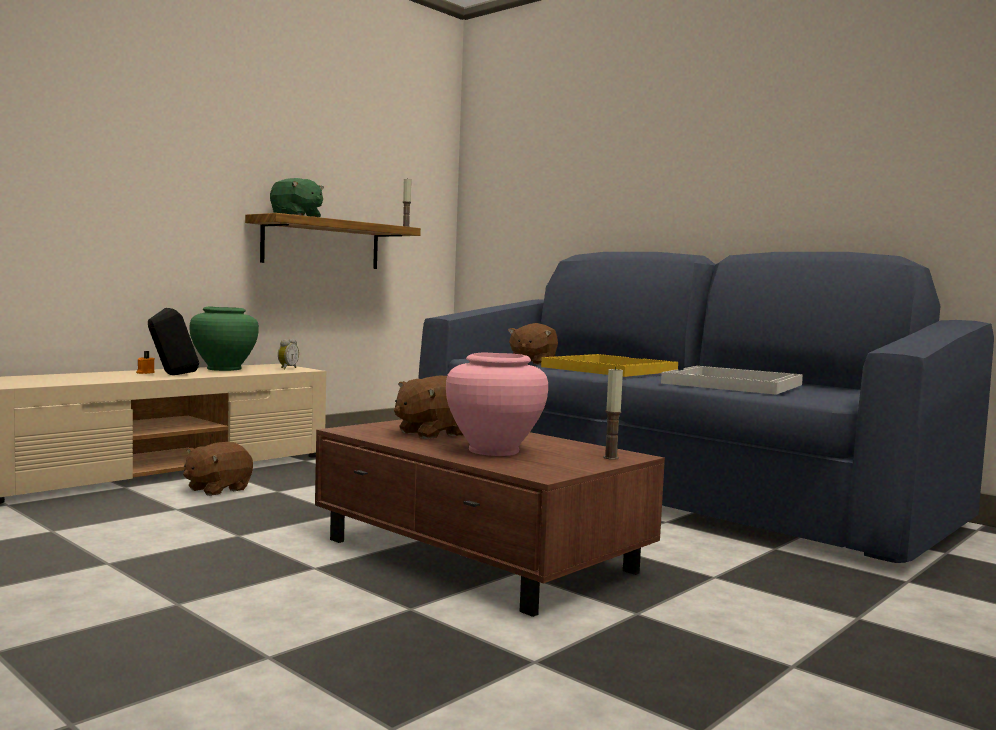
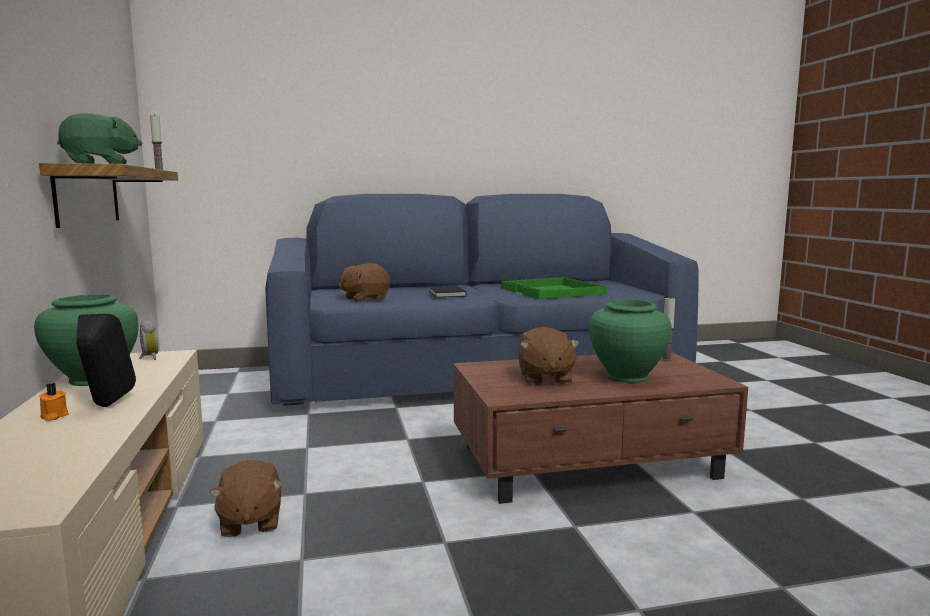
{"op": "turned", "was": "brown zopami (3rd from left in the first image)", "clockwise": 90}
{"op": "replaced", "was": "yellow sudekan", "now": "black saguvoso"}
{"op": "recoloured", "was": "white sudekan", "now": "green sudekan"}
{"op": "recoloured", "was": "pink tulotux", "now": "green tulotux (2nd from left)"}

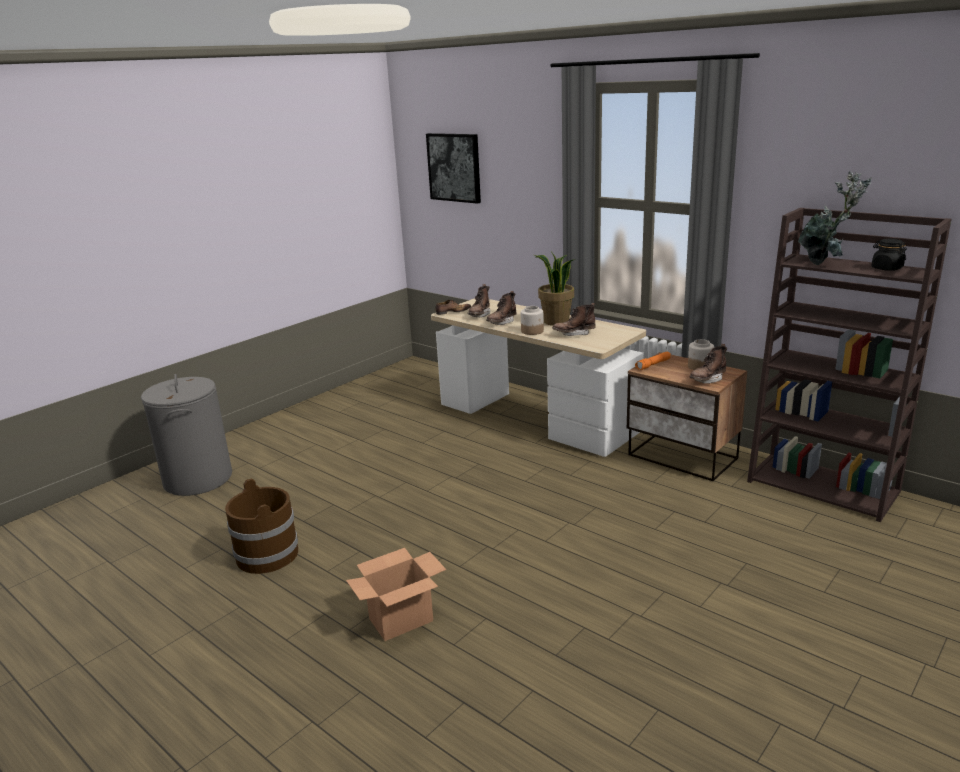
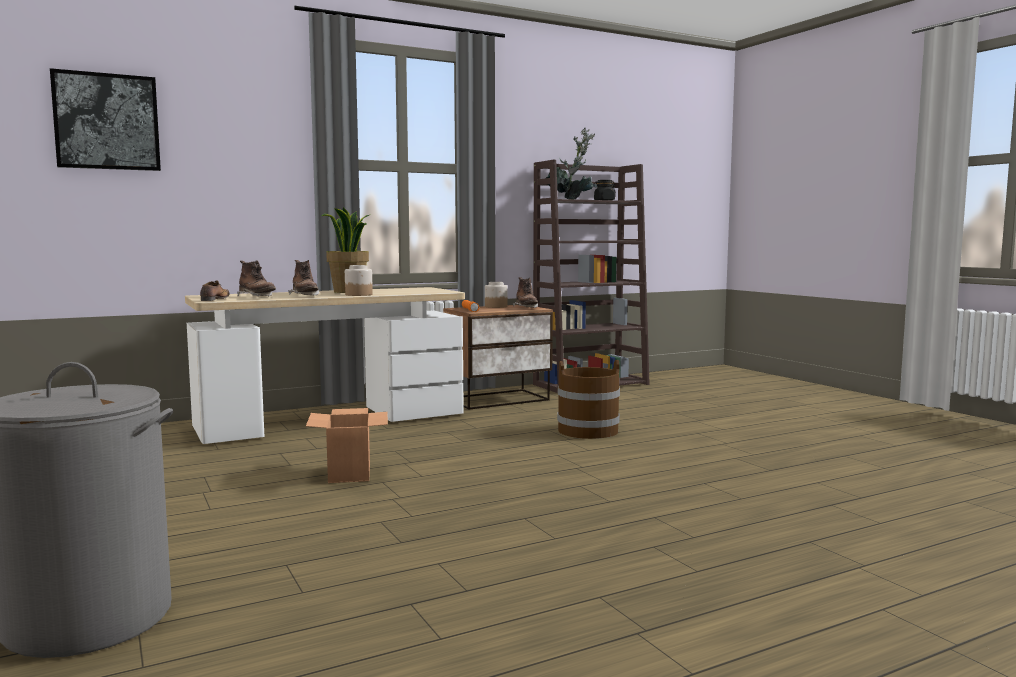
{"op": "moved", "was": "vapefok"}
{"op": "moved", "was": "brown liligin"}
{"op": "removed", "was": "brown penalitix (3rd from left)"}

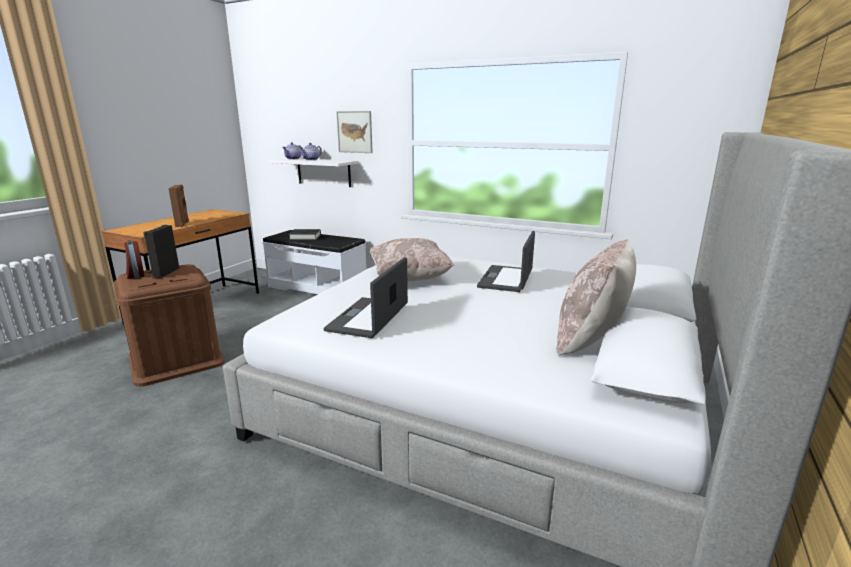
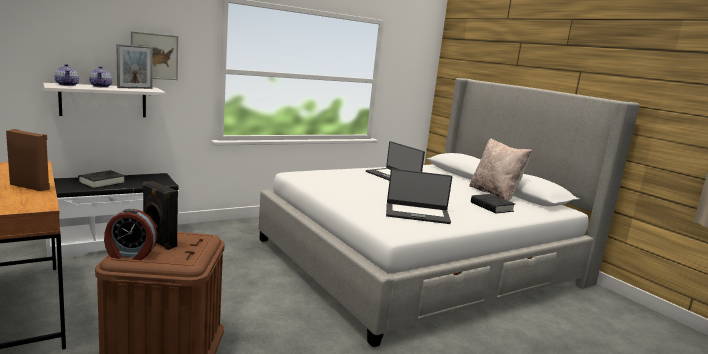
{"op": "added", "now": "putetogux"}
{"op": "turned", "was": "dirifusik (1st from left in the first image)", "clockwise": -45}
{"op": "added", "now": "black saguvoso (2nd from left)"}
{"op": "removed", "was": "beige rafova (1st from left)"}

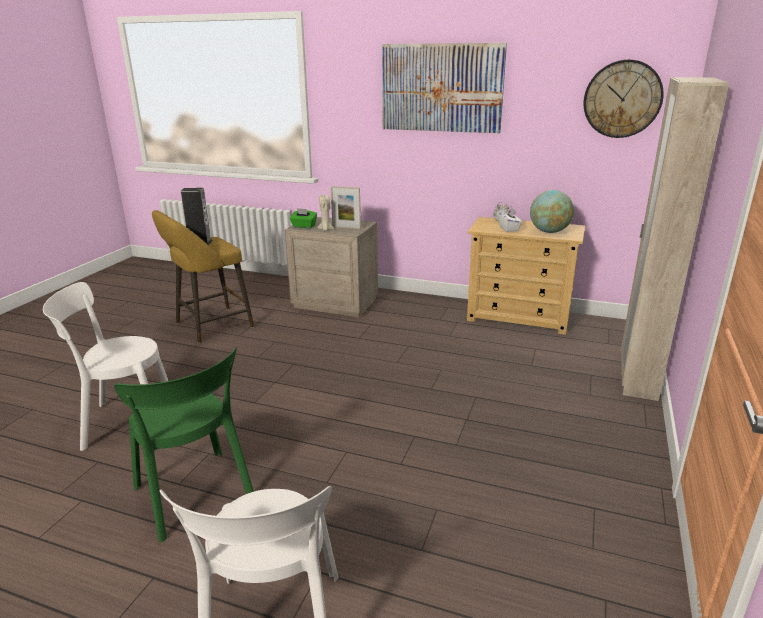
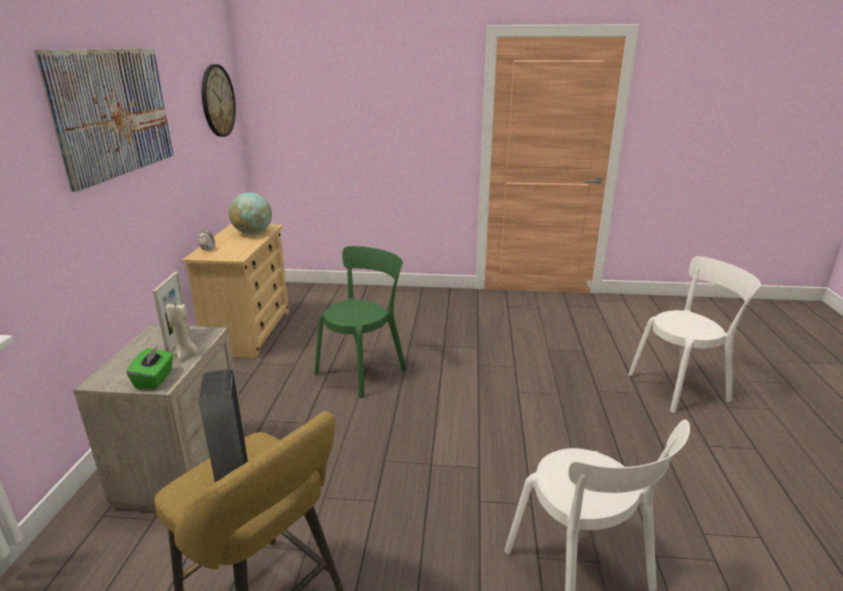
{"op": "moved", "was": "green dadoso"}
{"op": "removed", "was": "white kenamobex"}
{"op": "removed", "was": "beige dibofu"}

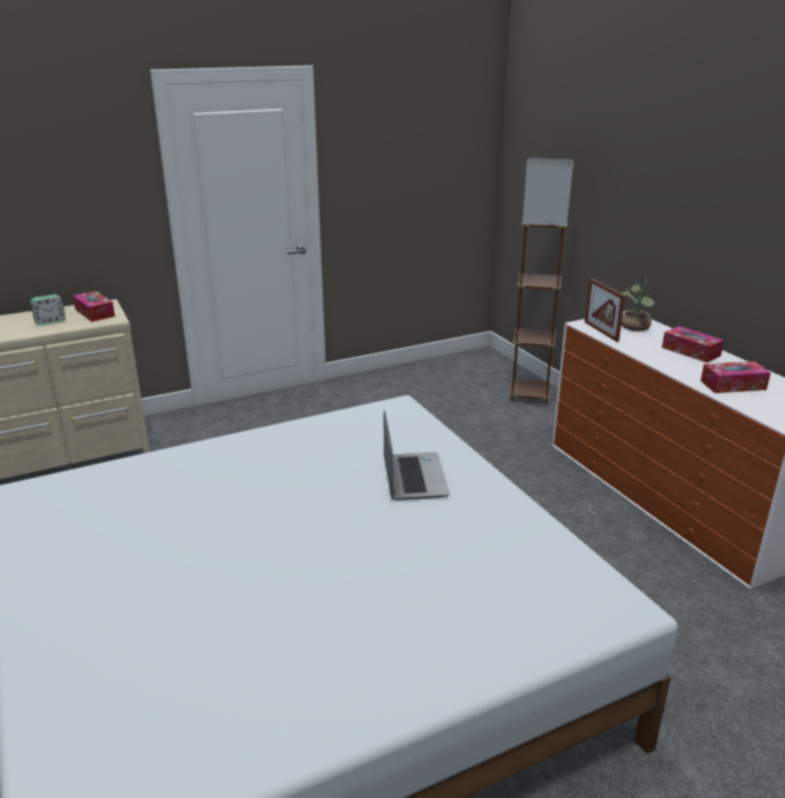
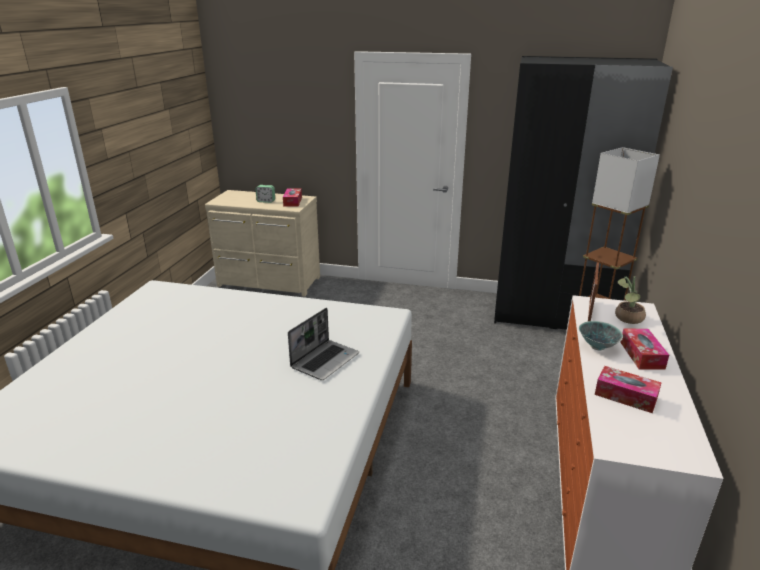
{"op": "added", "now": "black dibofu"}
{"op": "added", "now": "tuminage"}

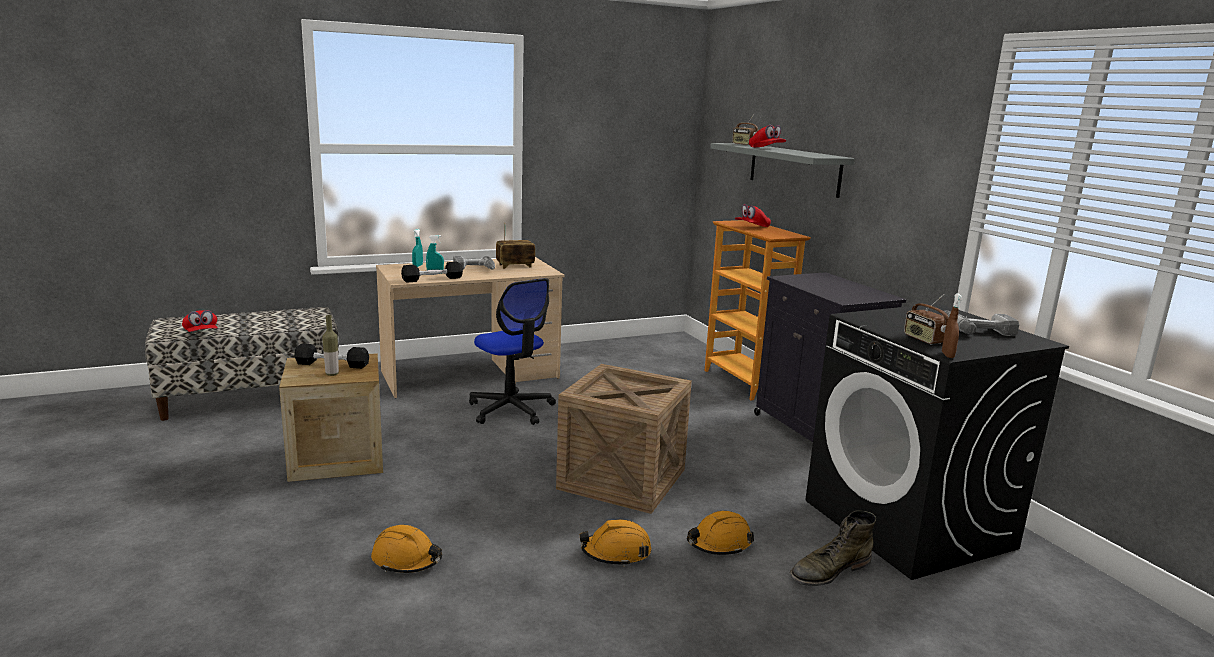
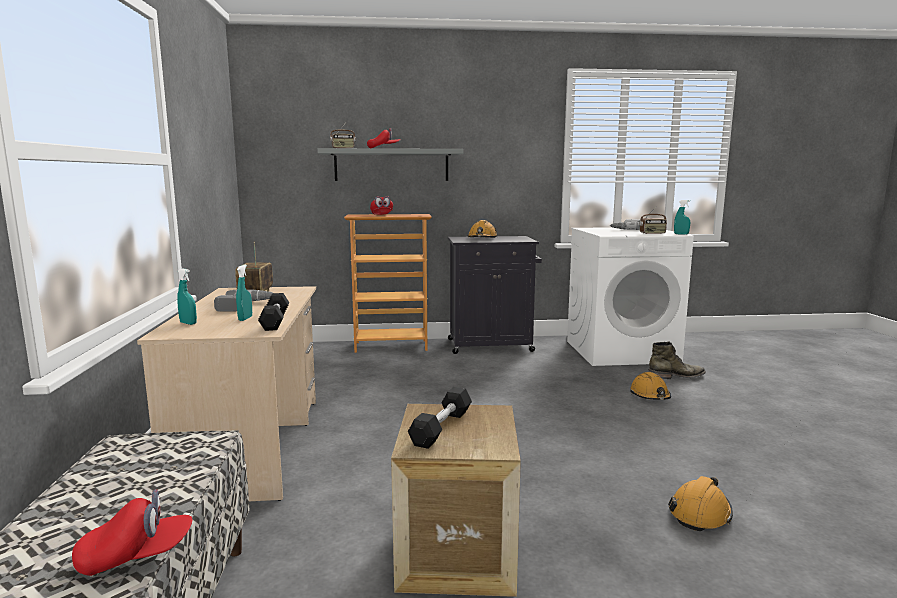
{"op": "moved", "was": "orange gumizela (2nd from left in the first image)", "now": "orange gumizela (1st from left)"}
{"op": "recoloured", "was": "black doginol", "now": "white doginol"}
{"op": "turned", "was": "green penalitix", "clockwise": -90}
{"op": "recoloured", "was": "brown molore", "now": "turquoise molore (3rd from left)"}
{"op": "removed", "was": "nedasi"}
{"op": "removed", "was": "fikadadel"}
{"op": "removed", "was": "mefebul (2nd from left)"}

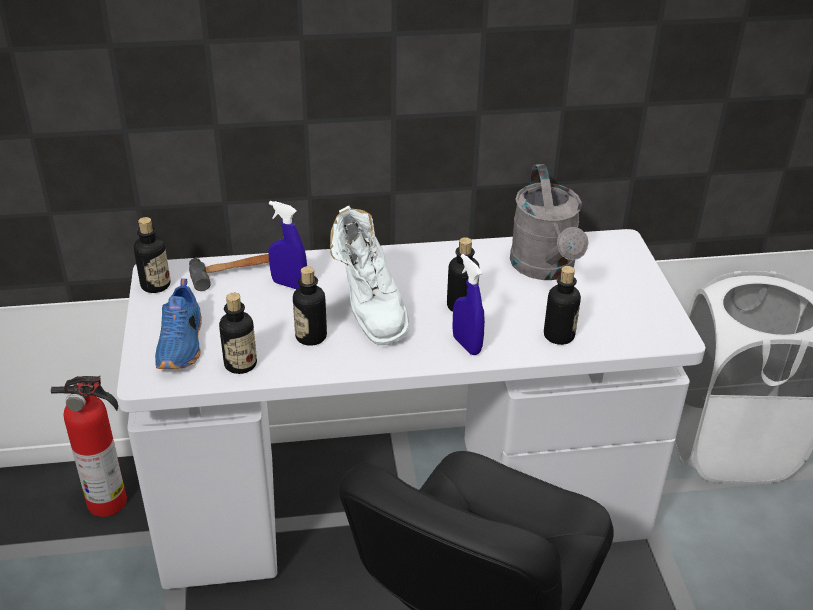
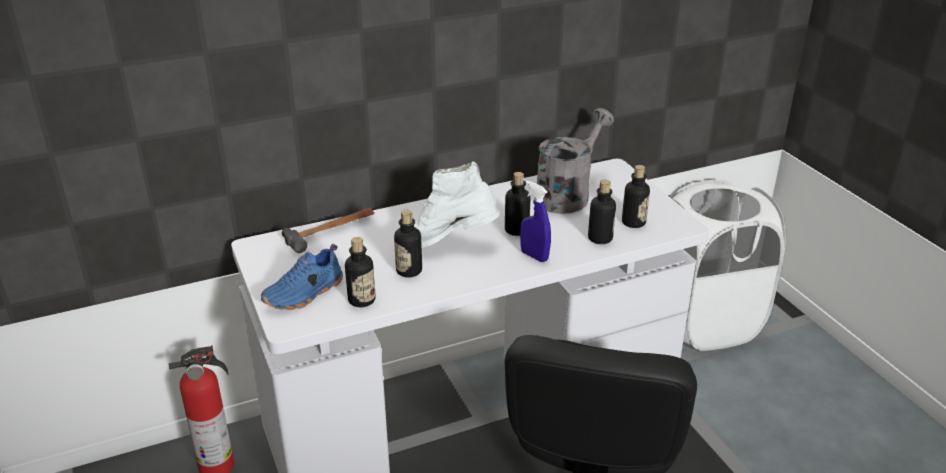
{"op": "turned", "was": "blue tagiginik", "clockwise": 60}
{"op": "turned", "was": "white penalitix", "clockwise": 120}
{"op": "turned", "was": "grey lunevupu", "clockwise": -120}
{"op": "moved", "was": "nedasi (1st from left in the first image)", "now": "nedasi (5th from left)"}
{"op": "removed", "was": "blue molore (1st from left)"}

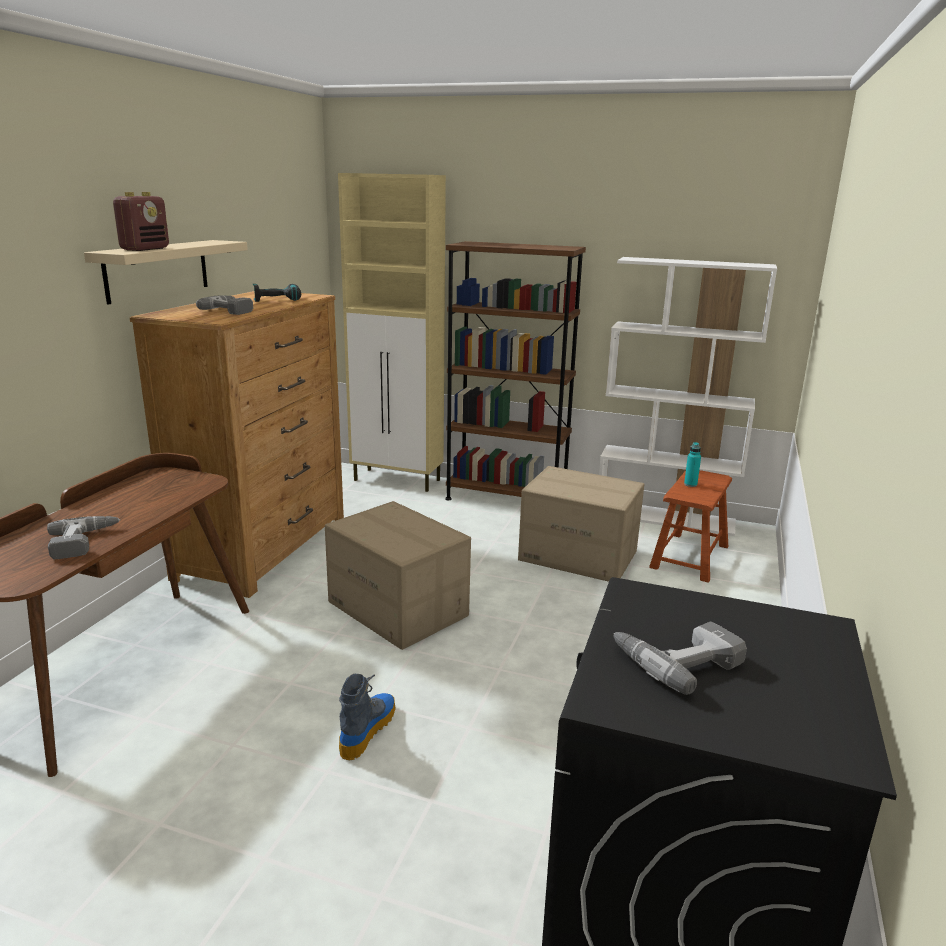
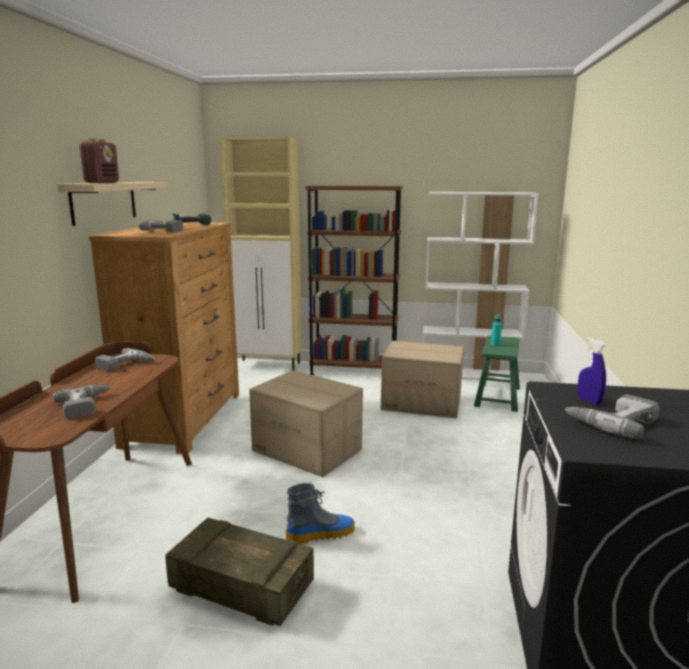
{"op": "added", "now": "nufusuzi (2nd from left)"}
{"op": "added", "now": "mefebul"}
{"op": "turned", "was": "penalitix", "clockwise": 60}
{"op": "recoloured", "was": "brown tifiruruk", "now": "green tifiruruk"}
{"op": "added", "now": "blue molore"}

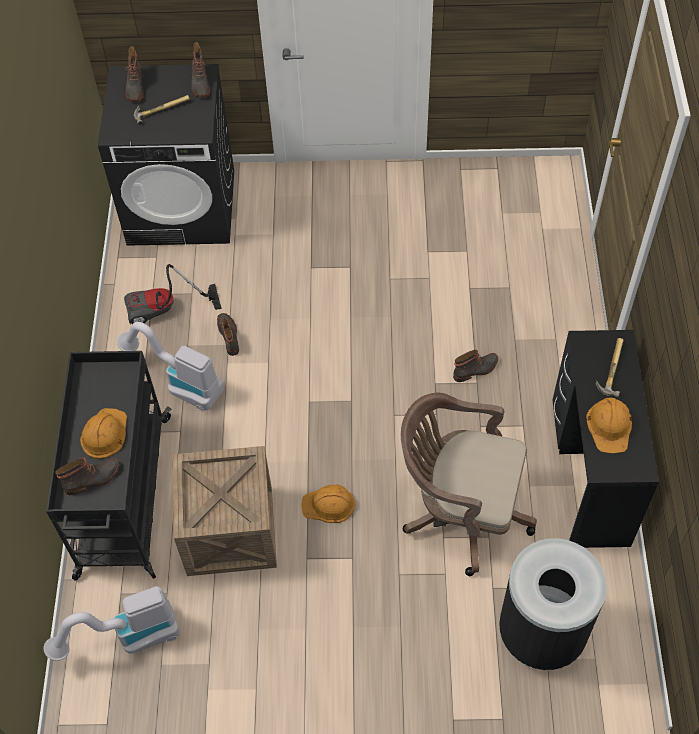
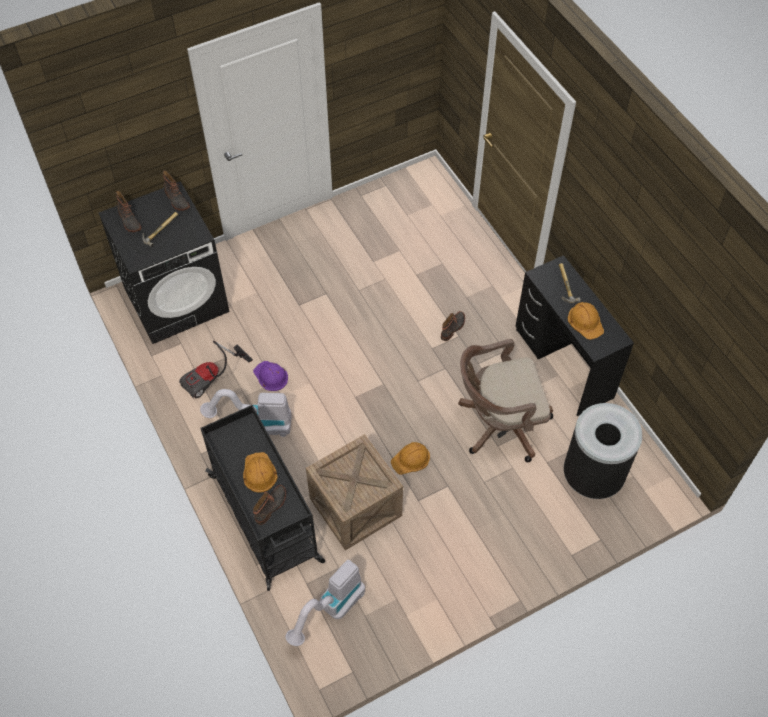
{"op": "replaced", "was": "penalitix (4th from left)", "now": "purple gumizela"}

